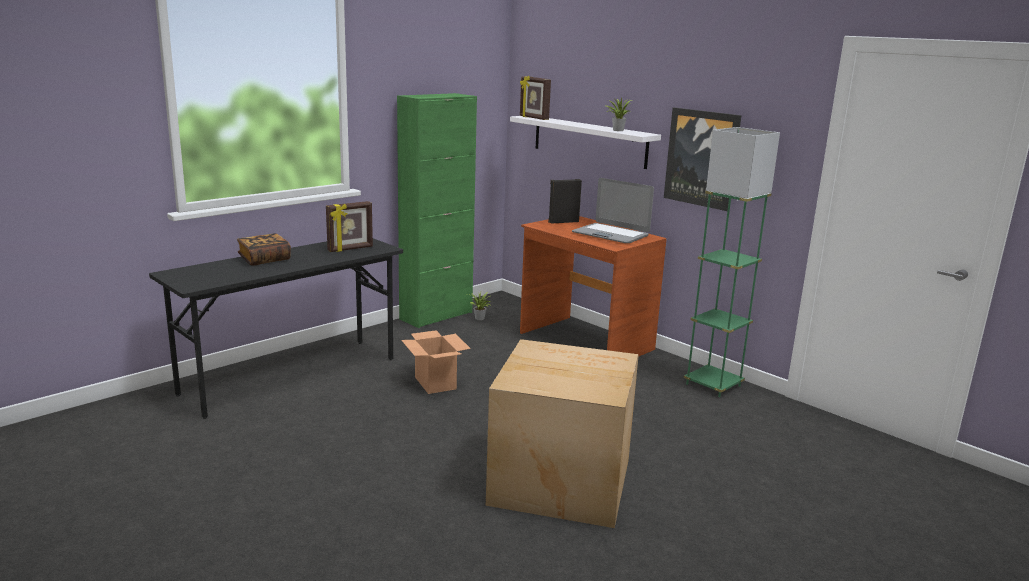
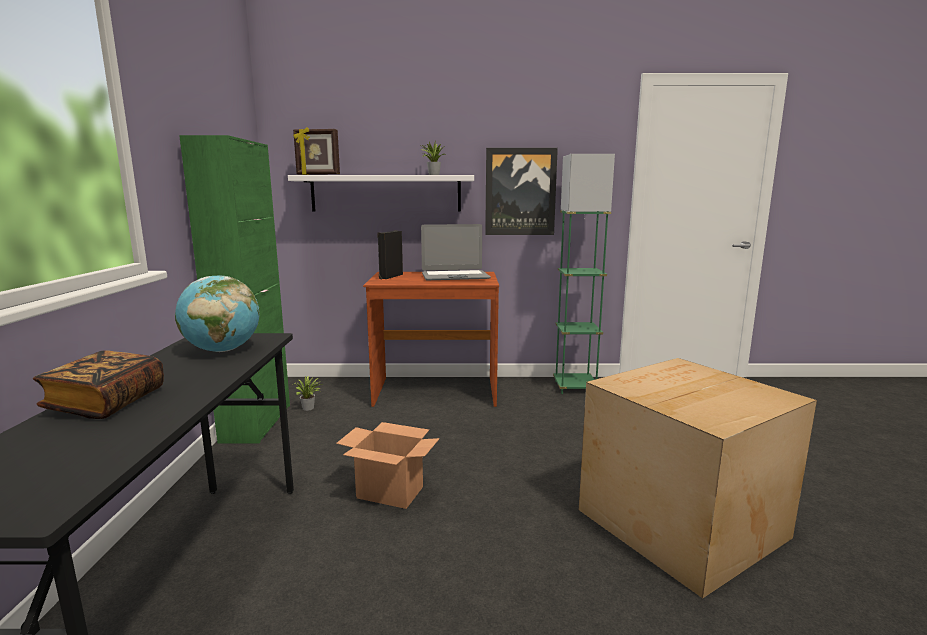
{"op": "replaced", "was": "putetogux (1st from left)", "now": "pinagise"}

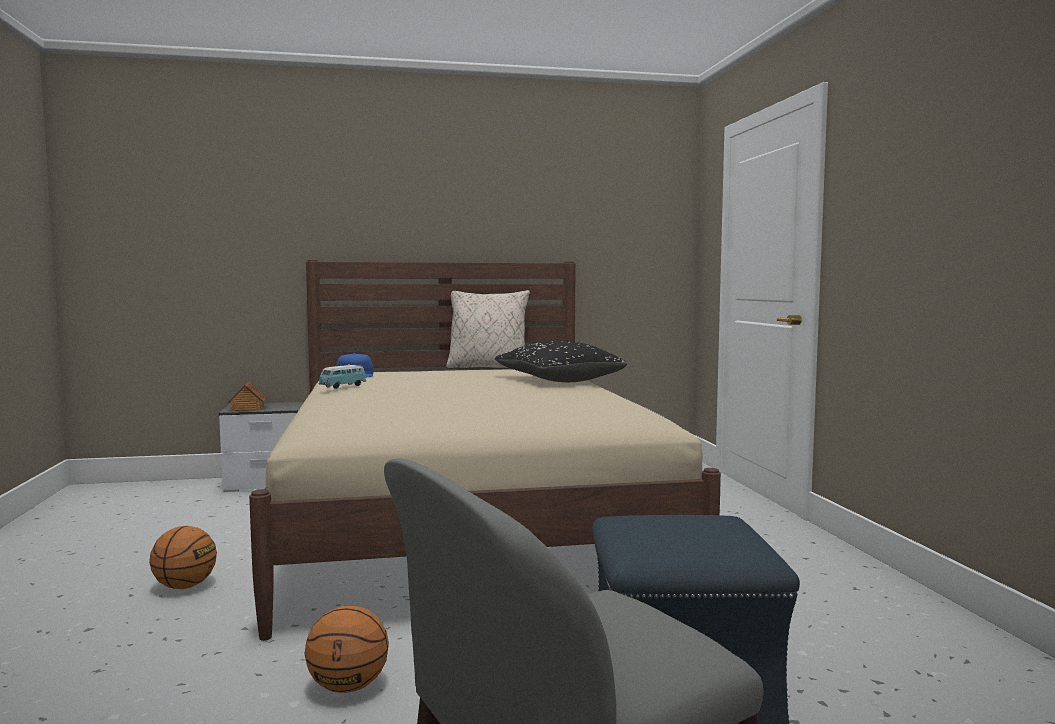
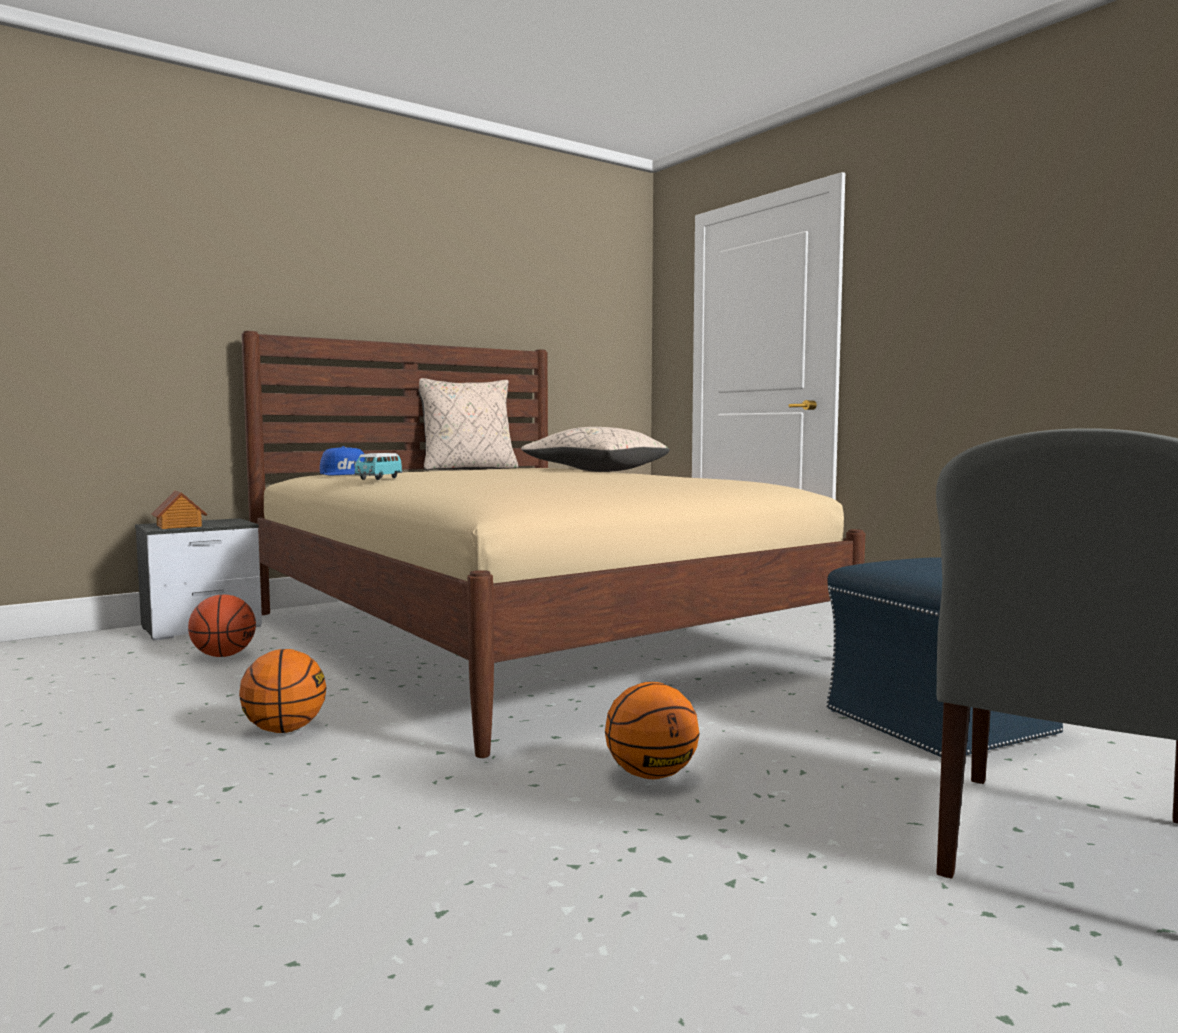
{"op": "added", "now": "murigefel (1st from left)"}
{"op": "recoloured", "was": "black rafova", "now": "beige rafova (2nd from left)"}

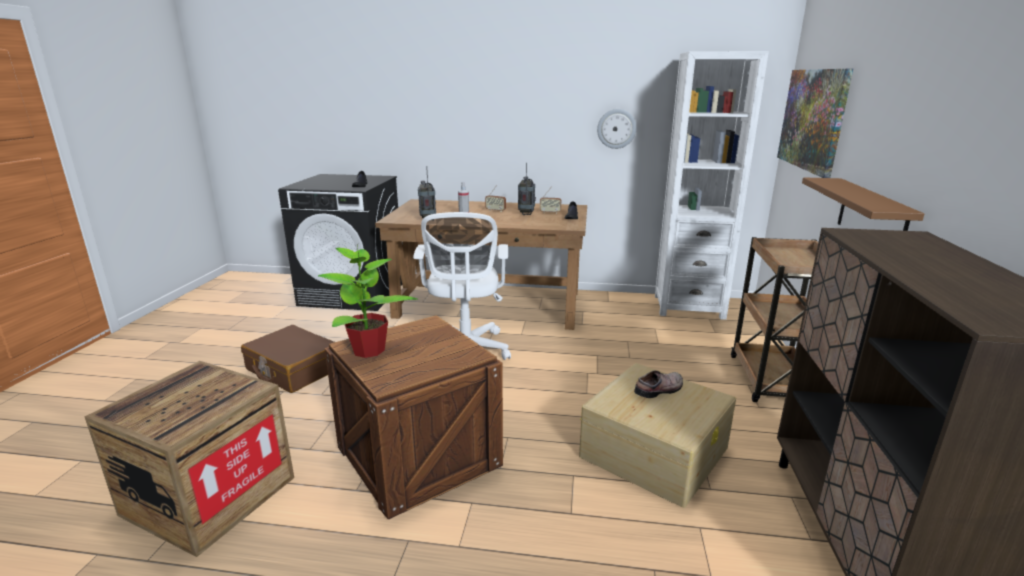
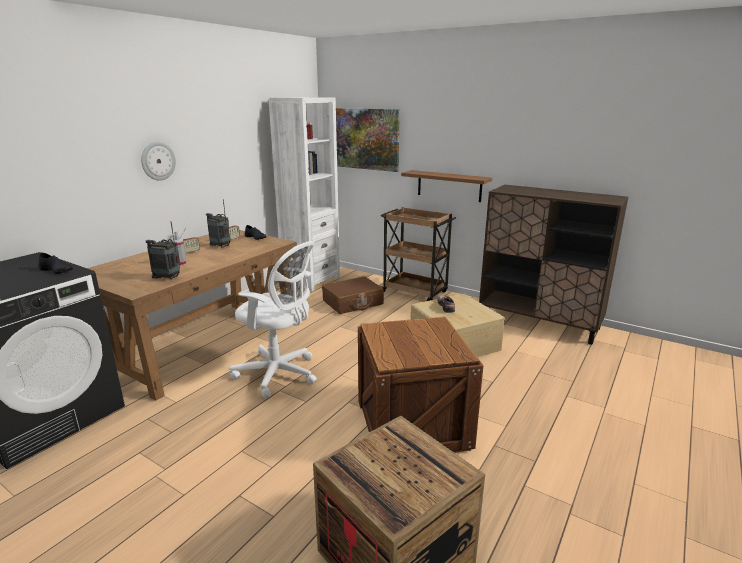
{"op": "moved", "was": "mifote"}
{"op": "moved", "was": "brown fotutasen"}
{"op": "removed", "was": "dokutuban"}

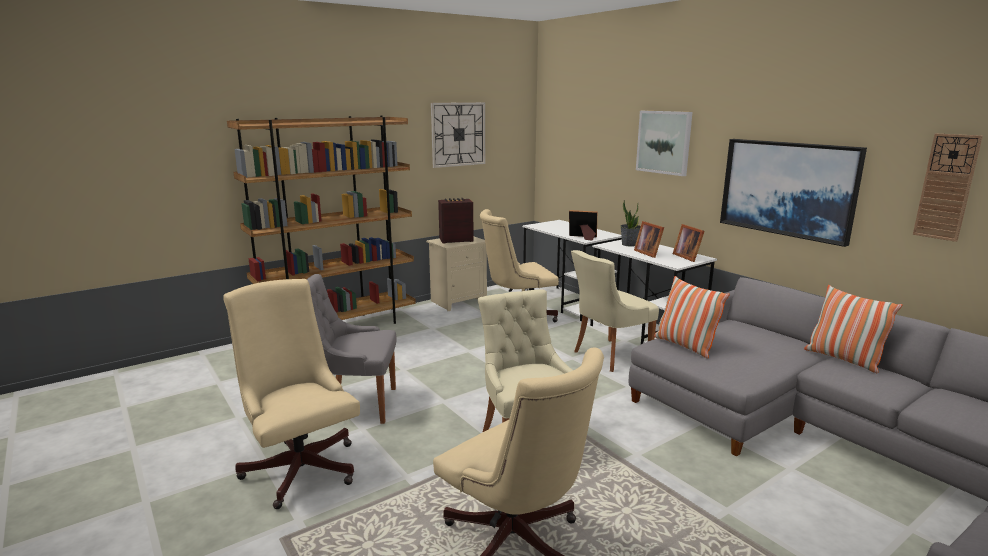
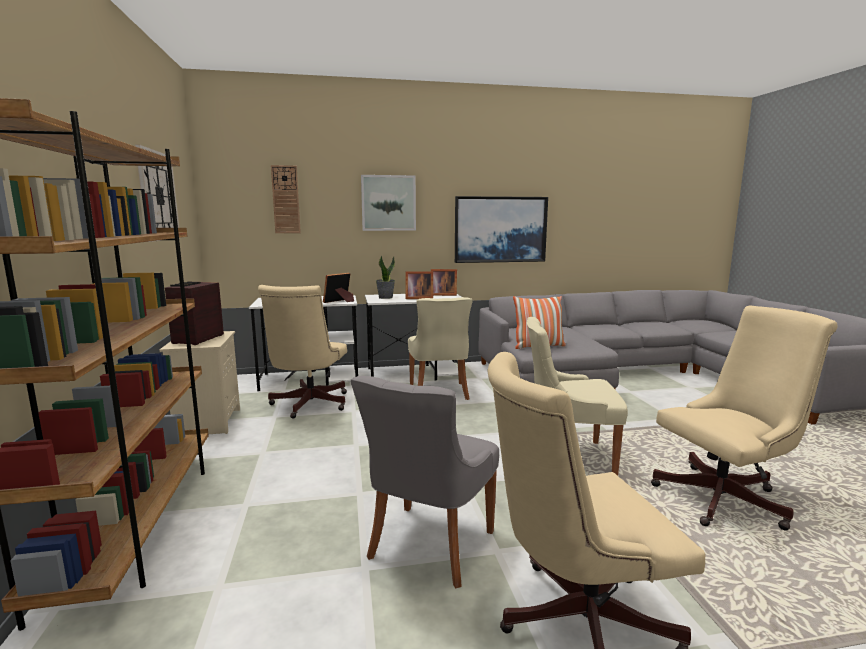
{"op": "moved", "was": "mifote (2nd from left)"}
{"op": "removed", "was": "rafova (2nd from left)"}

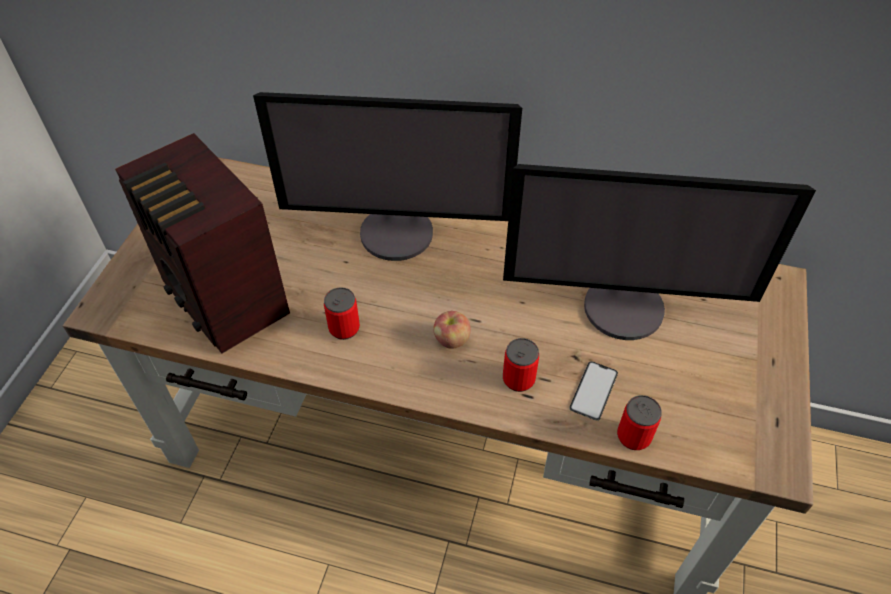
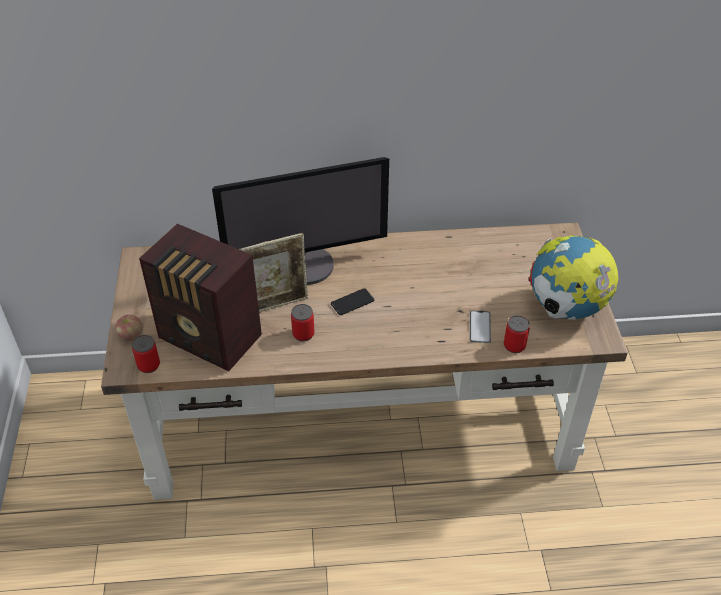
{"op": "moved", "was": "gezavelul"}
{"op": "moved", "was": "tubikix (2nd from left in the first image)", "now": "tubikix (1st from left)"}
{"op": "added", "now": "putetogux"}
{"op": "added", "now": "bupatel (1st from left)"}
{"op": "added", "now": "pinagise"}
{"op": "removed", "was": "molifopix (2nd from left)"}

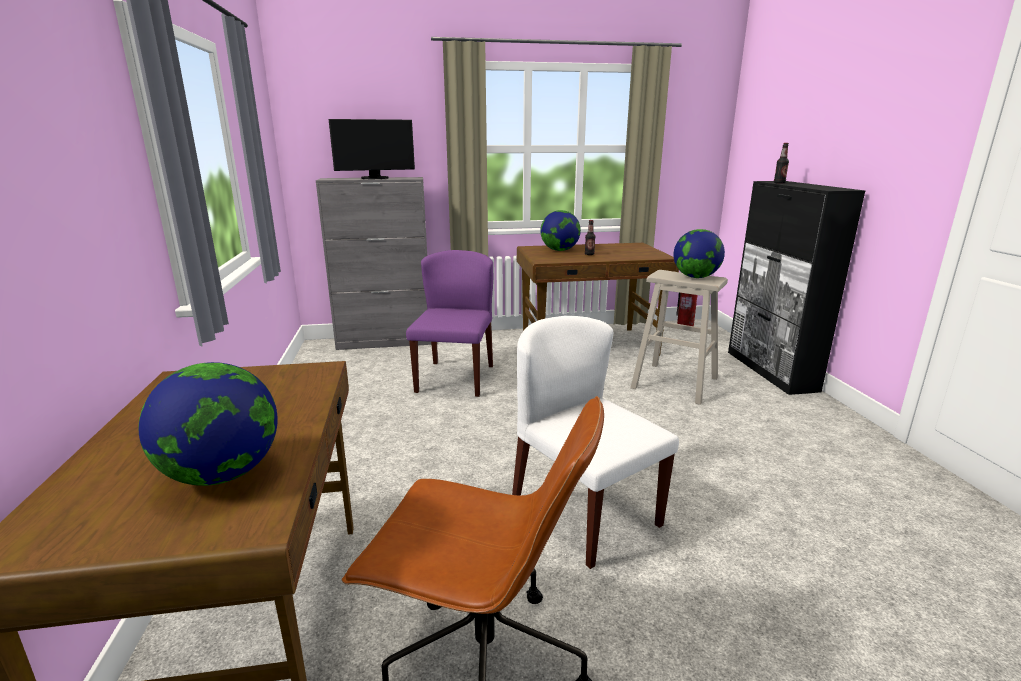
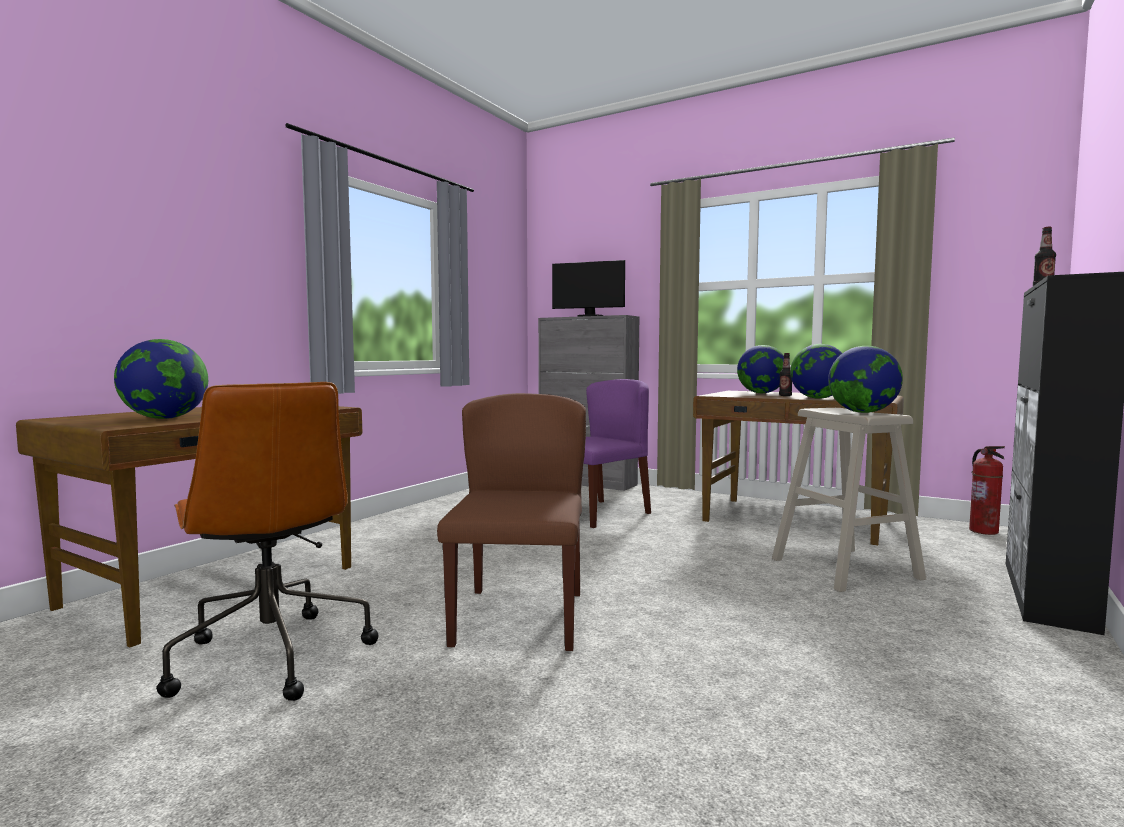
{"op": "recoloured", "was": "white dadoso", "now": "brown dadoso"}
{"op": "added", "now": "pinagise (3rd from left)"}

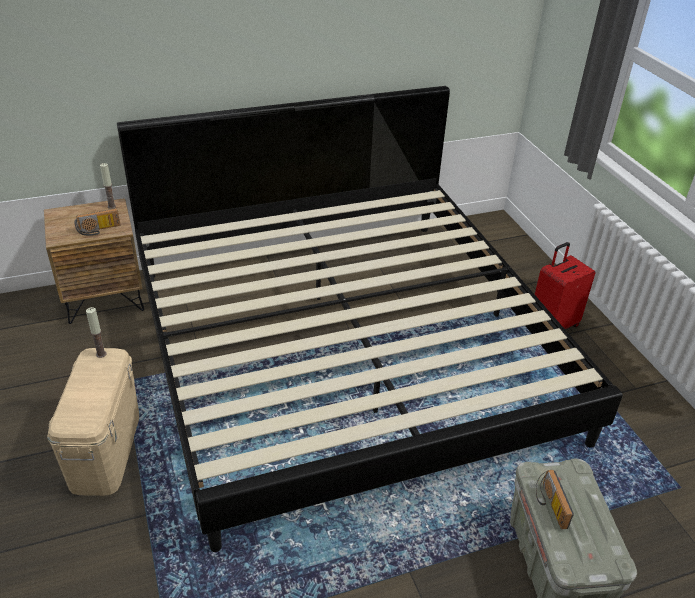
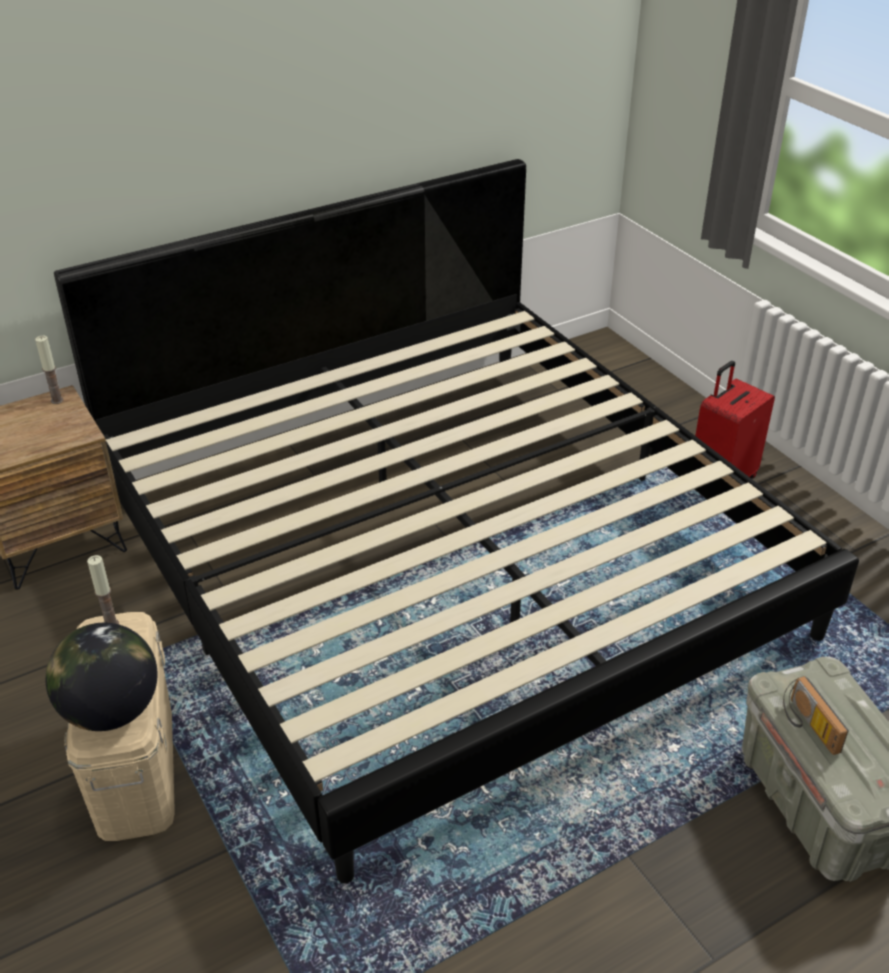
{"op": "added", "now": "pinagise"}
{"op": "removed", "was": "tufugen (1st from left)"}

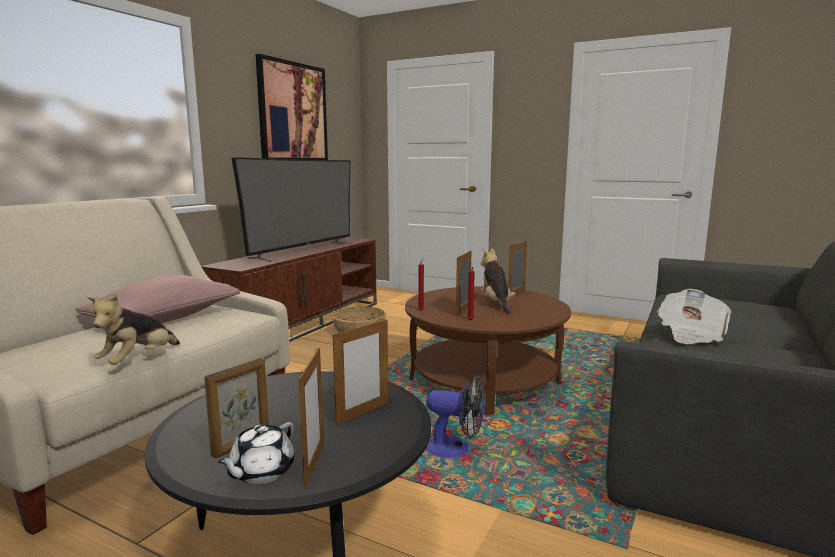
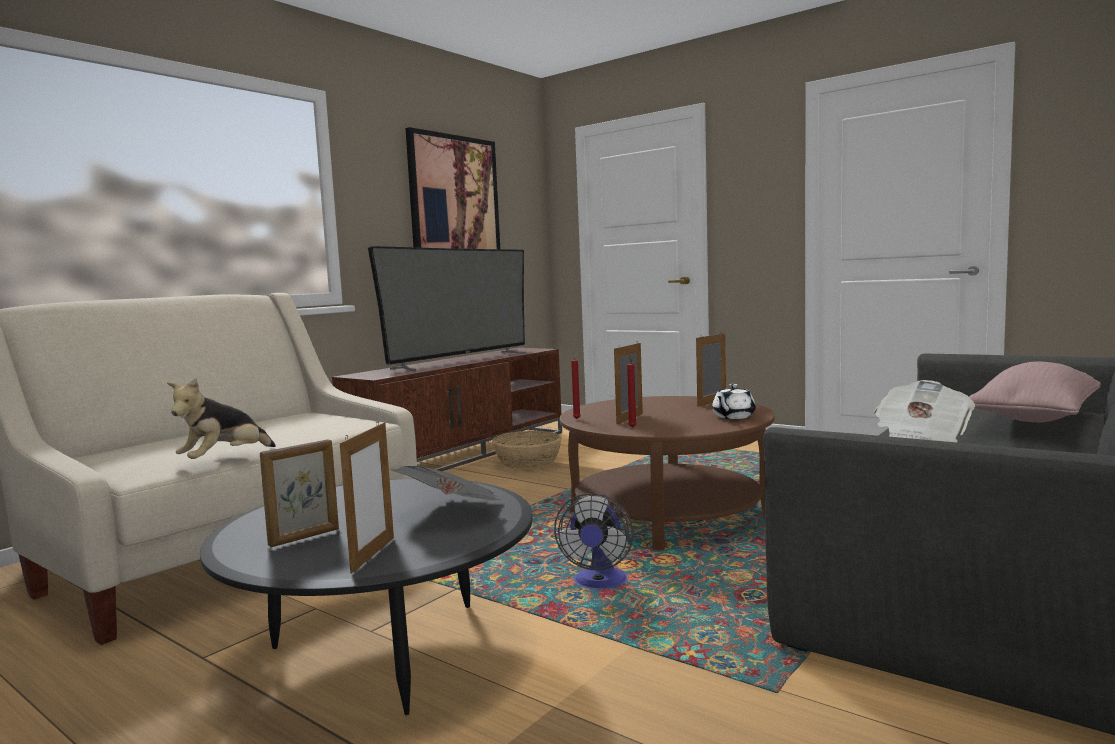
{"op": "replaced", "was": "putetogux (3rd from left)", "now": "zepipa (1st from left)"}
{"op": "turned", "was": "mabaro", "clockwise": 75}
{"op": "moved", "was": "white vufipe"}
{"op": "moved", "was": "pink rafova"}
{"op": "removed", "was": "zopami (2nd from left)"}

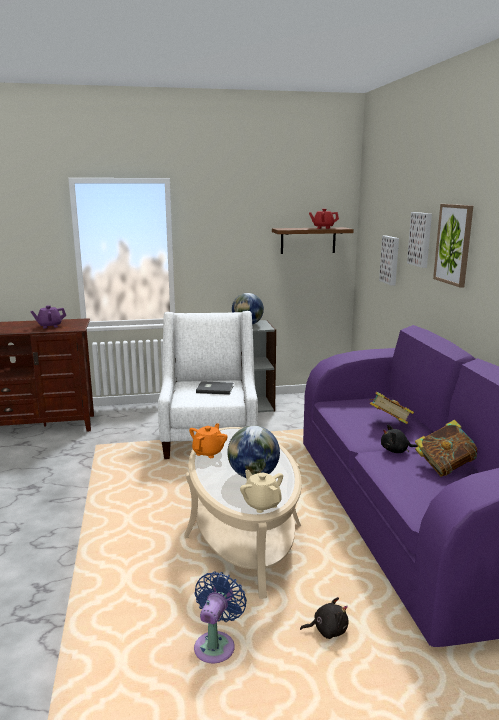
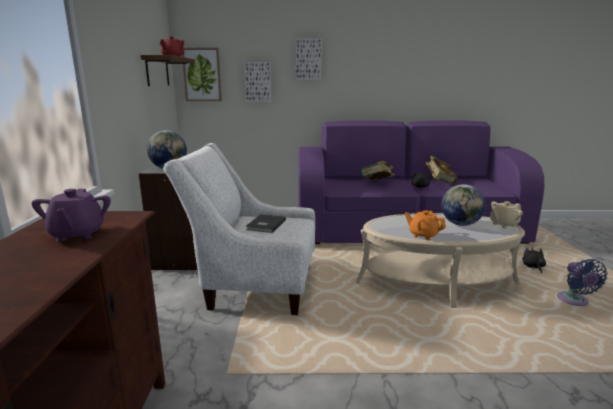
{"op": "moved", "was": "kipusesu (3rd from left in the first image)", "now": "kipusesu (1st from left)"}
{"op": "turned", "was": "blue mabaro", "clockwise": -120}

